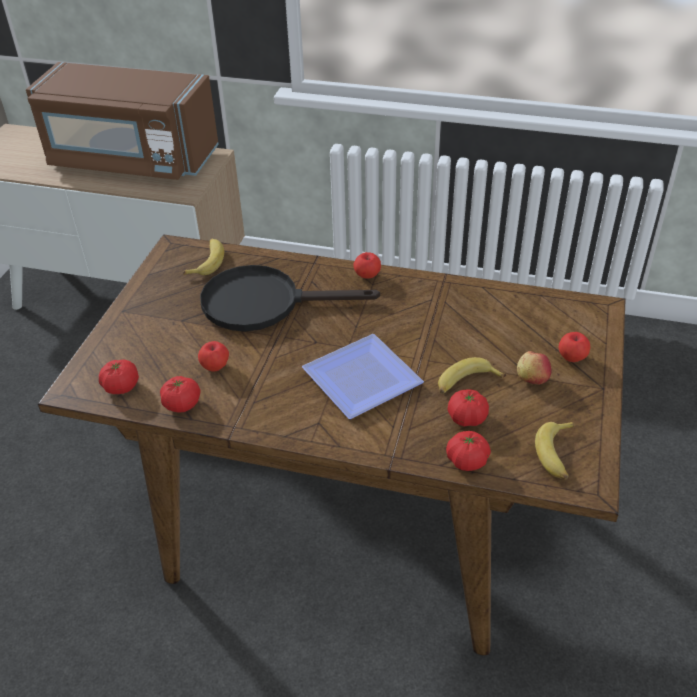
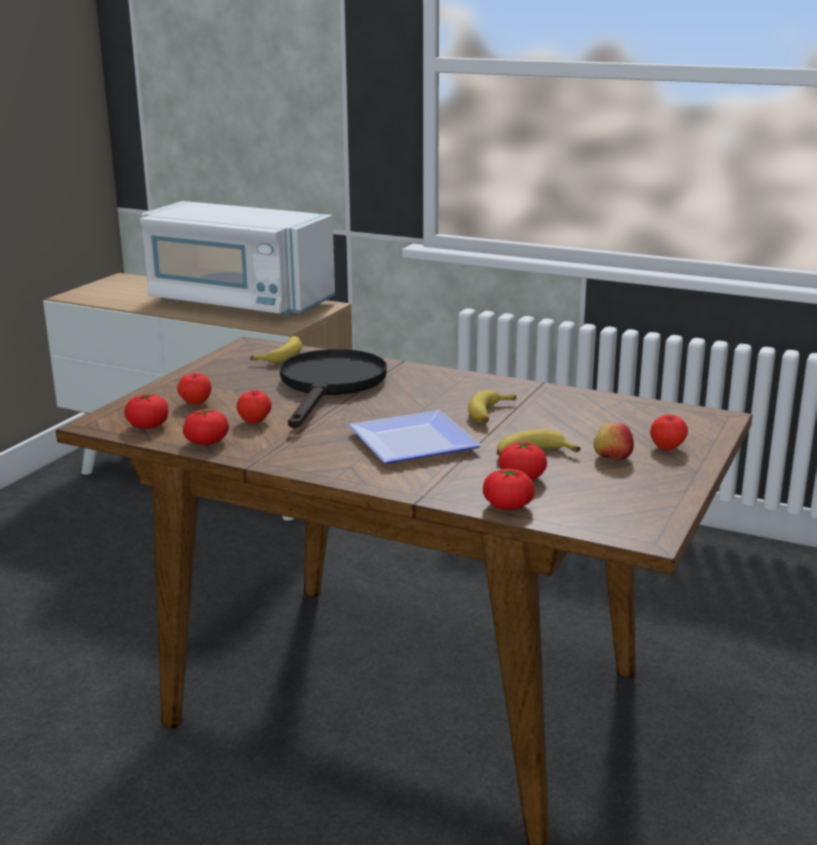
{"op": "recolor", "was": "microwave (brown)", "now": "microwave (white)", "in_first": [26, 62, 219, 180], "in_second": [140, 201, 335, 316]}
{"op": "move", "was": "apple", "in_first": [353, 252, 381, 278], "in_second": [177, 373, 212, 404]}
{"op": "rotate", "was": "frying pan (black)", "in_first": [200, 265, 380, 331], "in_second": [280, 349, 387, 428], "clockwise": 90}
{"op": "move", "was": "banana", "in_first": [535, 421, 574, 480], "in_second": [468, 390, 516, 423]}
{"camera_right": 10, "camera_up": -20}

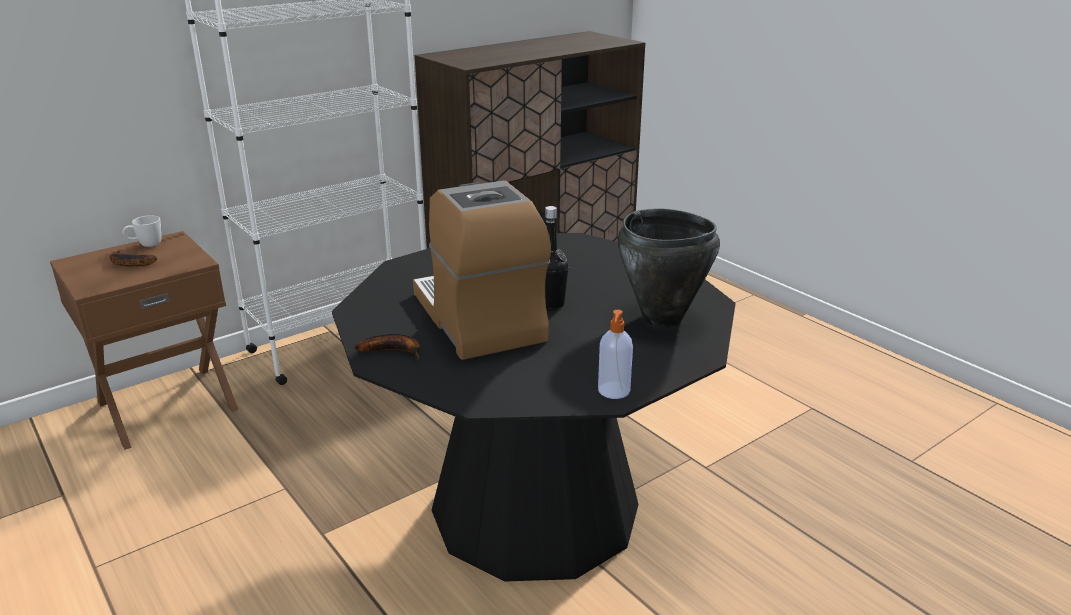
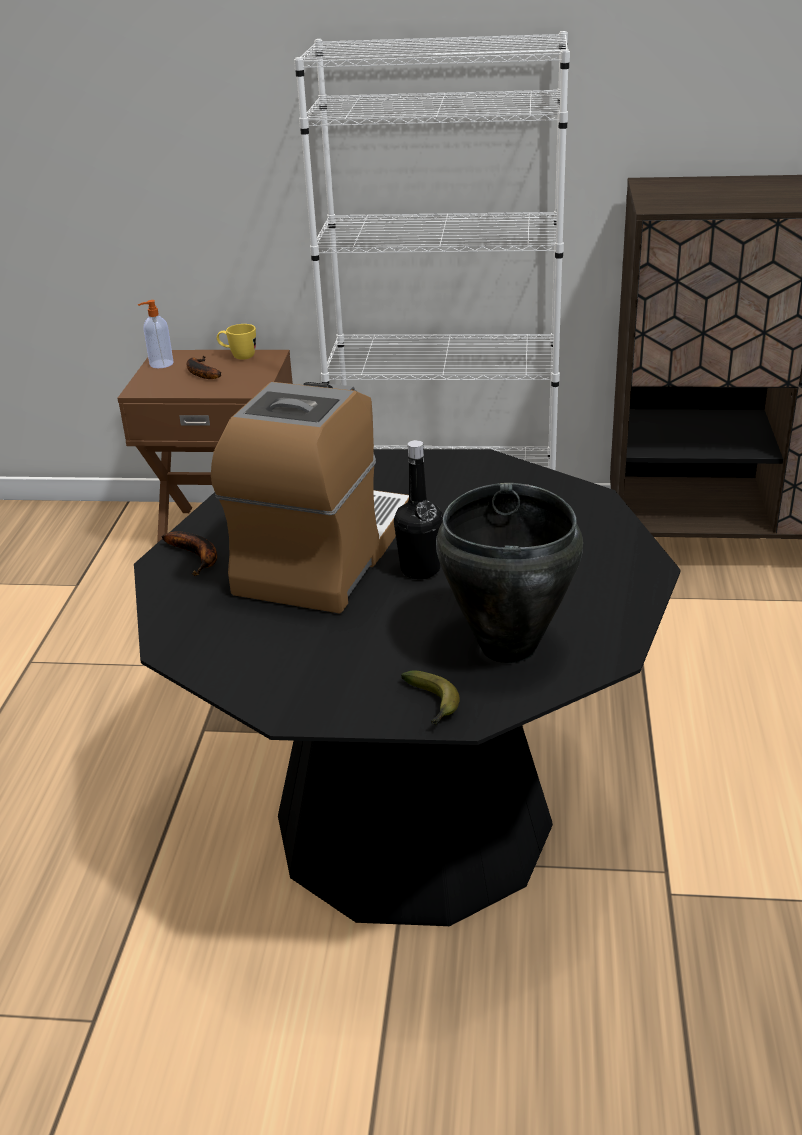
{"op": "move", "was": "soap dispenser", "in_first": [598, 310, 633, 399], "in_second": [138, 300, 173, 368]}
{"op": "recolor", "was": "mug (white)", "now": "mug (yellow)", "in_first": [123, 215, 162, 247], "in_second": [217, 324, 256, 360]}
{"op": "insert", "now": "banana", "in_second": [401, 670, 460, 726]}
{"camera_right": 45, "camera_up": 5}

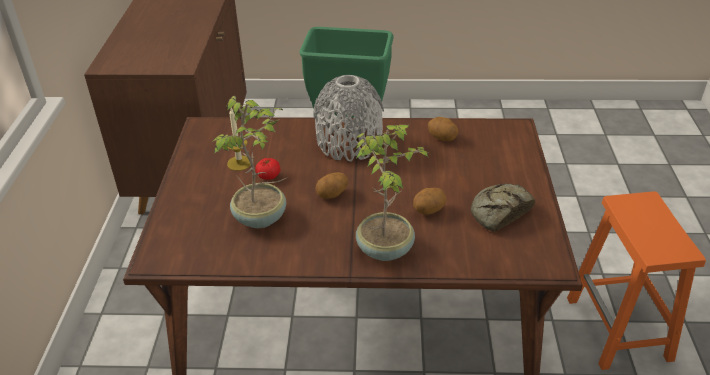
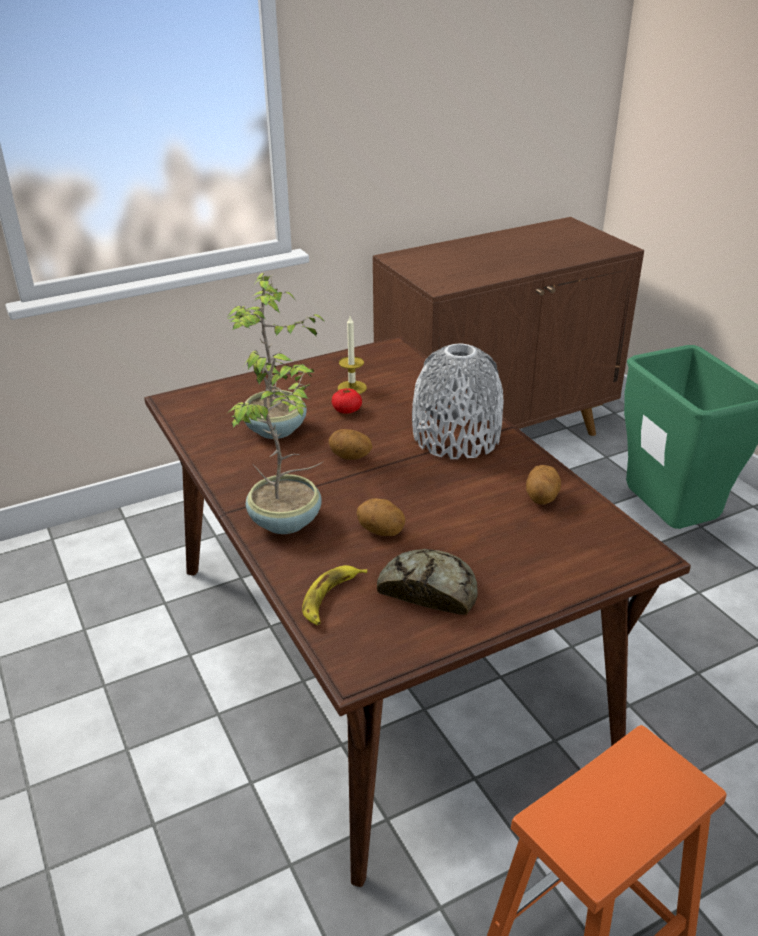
{"op": "insert", "now": "banana", "in_second": [302, 565, 367, 625]}
{"camera_right": 60, "camera_up": -5}

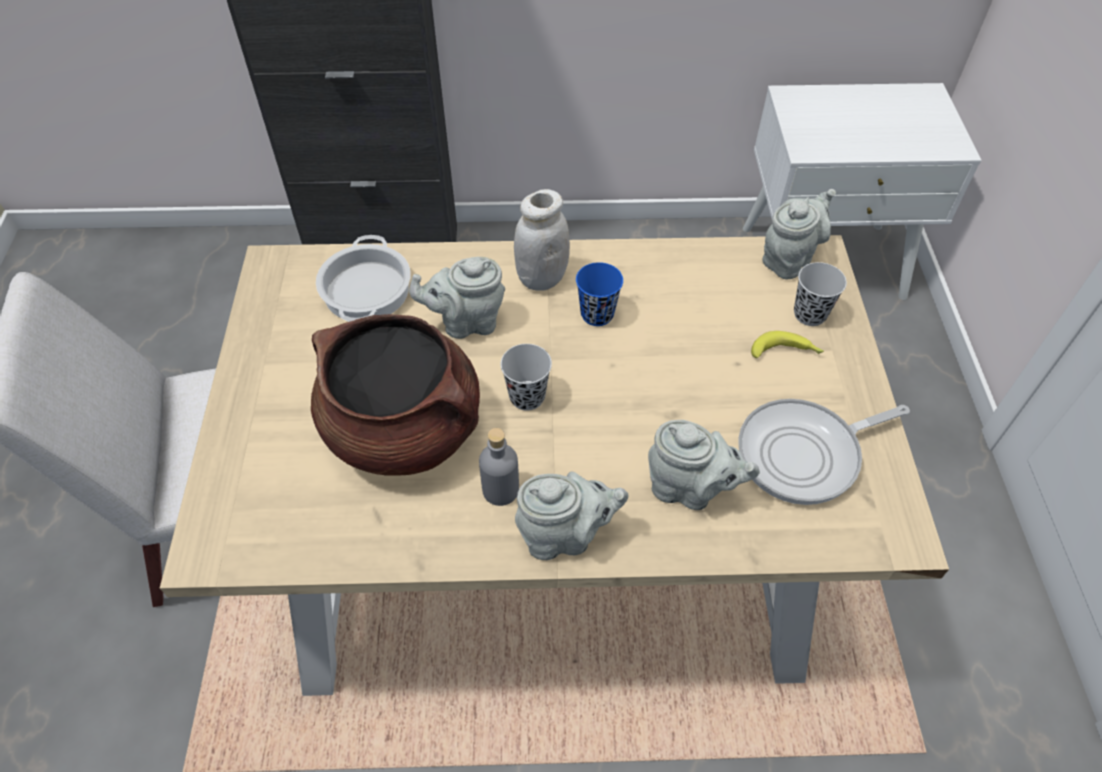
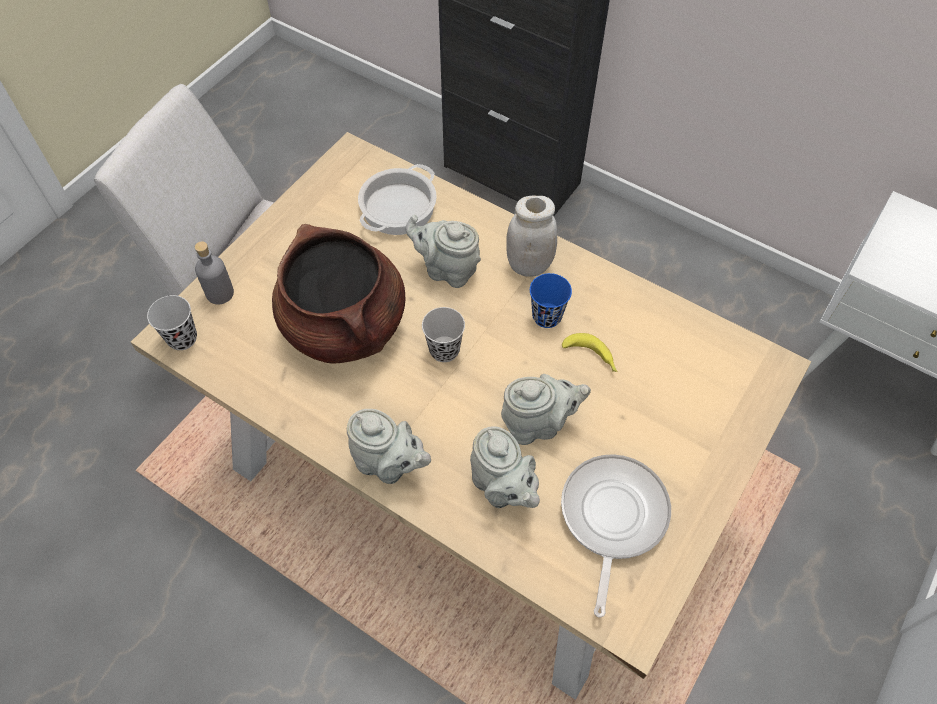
{"op": "move", "was": "cup (black)", "in_first": [794, 262, 847, 326], "in_second": [147, 295, 197, 350]}
{"op": "move", "was": "bottle (grey)", "in_first": [479, 428, 519, 506], "in_second": [195, 241, 234, 304]}
{"op": "move", "was": "teapot (grey)", "in_first": [762, 189, 836, 279], "in_second": [501, 374, 591, 445]}
{"op": "rotate", "was": "frying pan", "in_first": [739, 399, 910, 505], "in_second": [561, 454, 671, 617], "clockwise": 90}
{"op": "move", "was": "banana", "in_first": [751, 331, 824, 358], "in_second": [562, 333, 618, 372]}
{"camera_right": 35, "camera_up": 5}

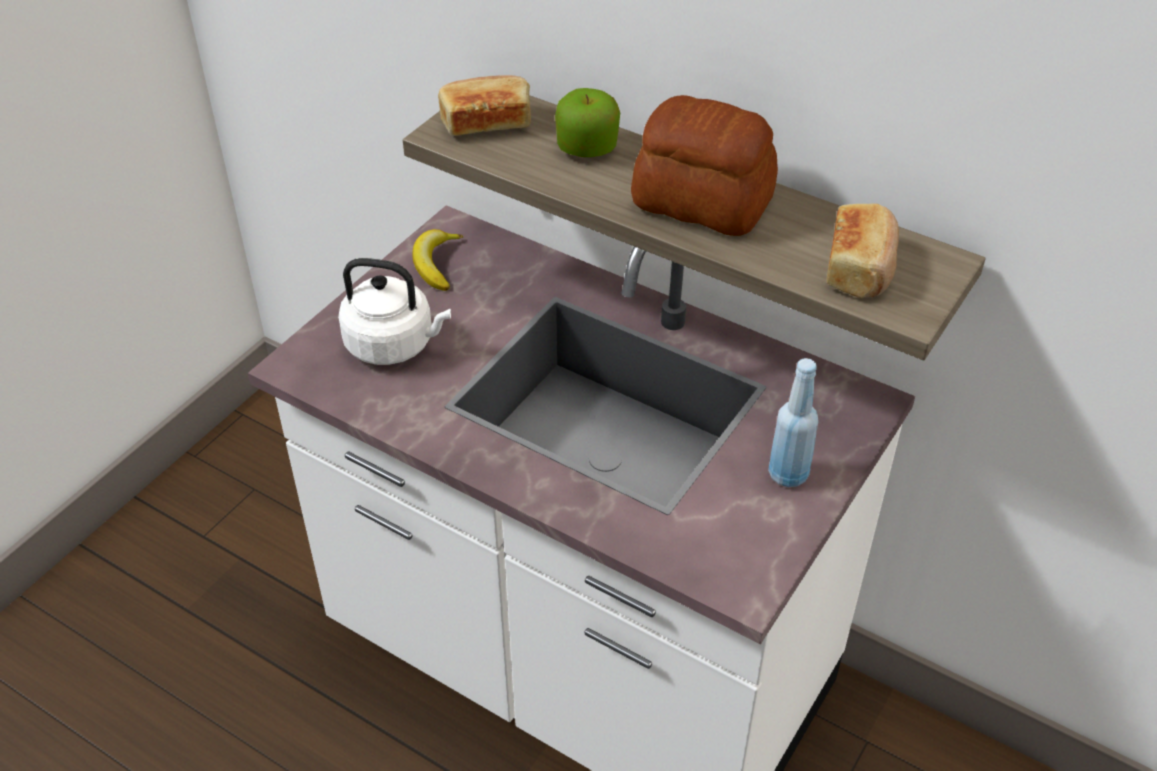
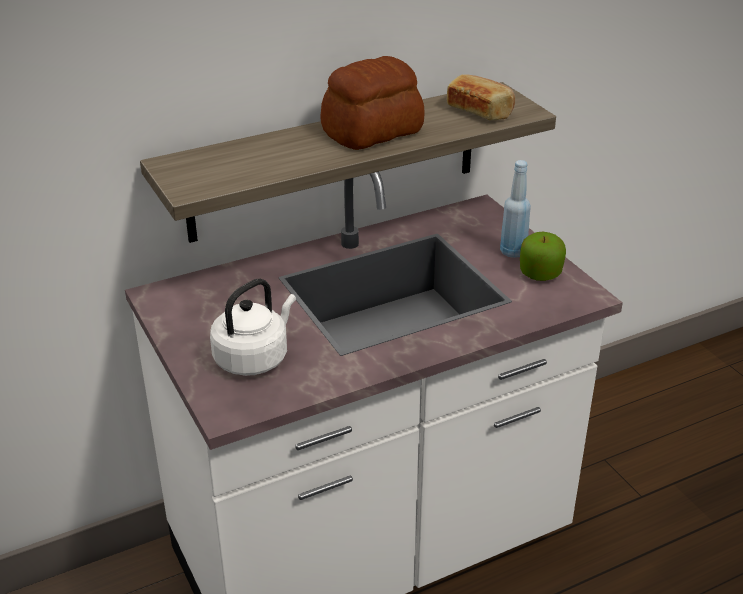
{"op": "move", "was": "apple", "in_first": [555, 88, 620, 157], "in_second": [520, 232, 566, 281]}
{"op": "delete", "was": "banana", "in_first": [412, 229, 464, 291]}
{"op": "delete", "was": "bread", "in_first": [438, 75, 531, 136]}
{"camera_right": -60, "camera_up": -10}

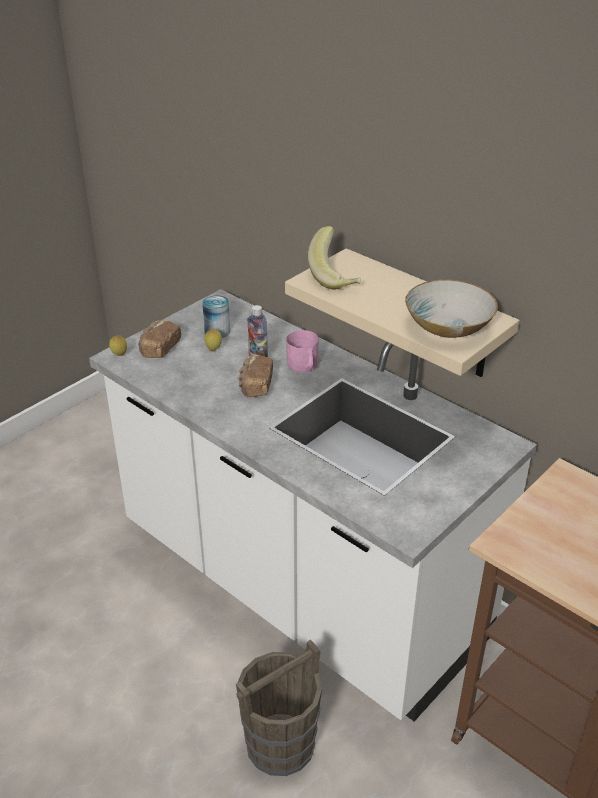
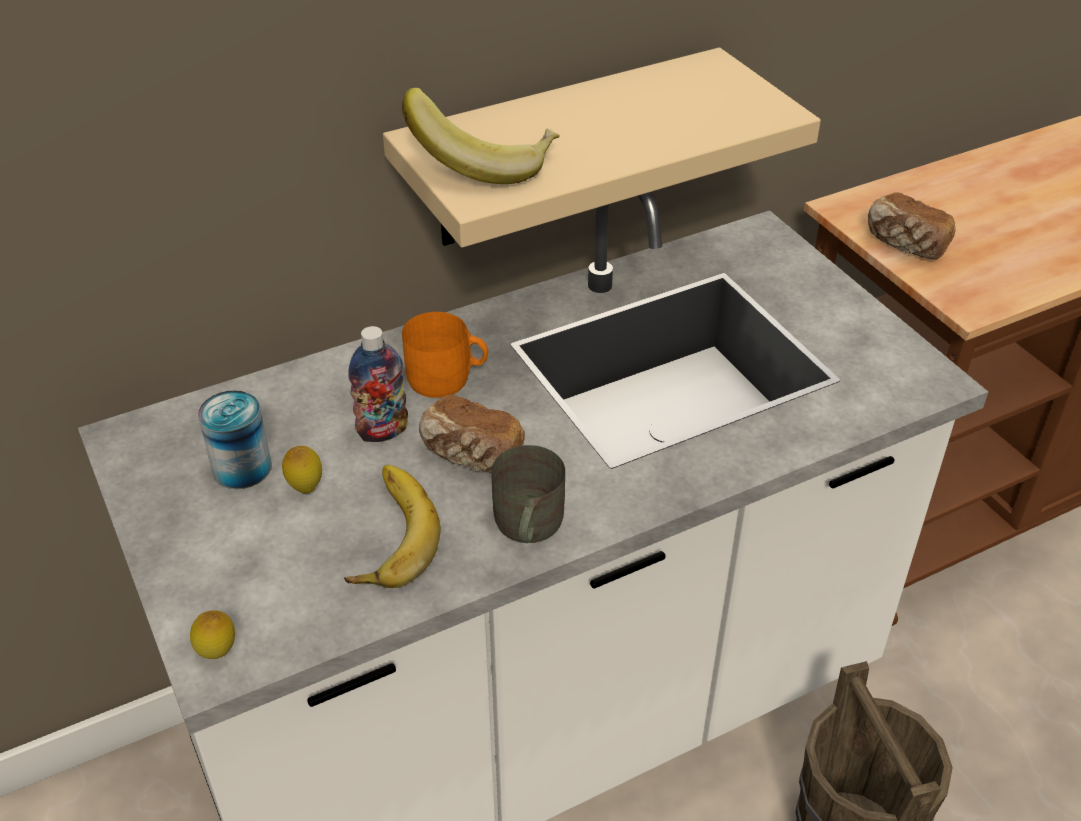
{"op": "insert", "now": "banana", "in_second": [344, 465, 441, 588]}
{"op": "recolor", "was": "mug (pink)", "now": "mug (orange)", "in_first": [286, 330, 319, 373], "in_second": [402, 312, 488, 398]}
{"op": "insert", "now": "mug (grey)", "in_second": [491, 445, 565, 543]}
{"op": "move", "was": "bread", "in_first": [138, 320, 181, 358], "in_second": [868, 192, 956, 259]}
{"op": "delete", "was": "bowl", "in_first": [405, 280, 498, 338]}
{"camera_right": -70, "camera_up": 5}

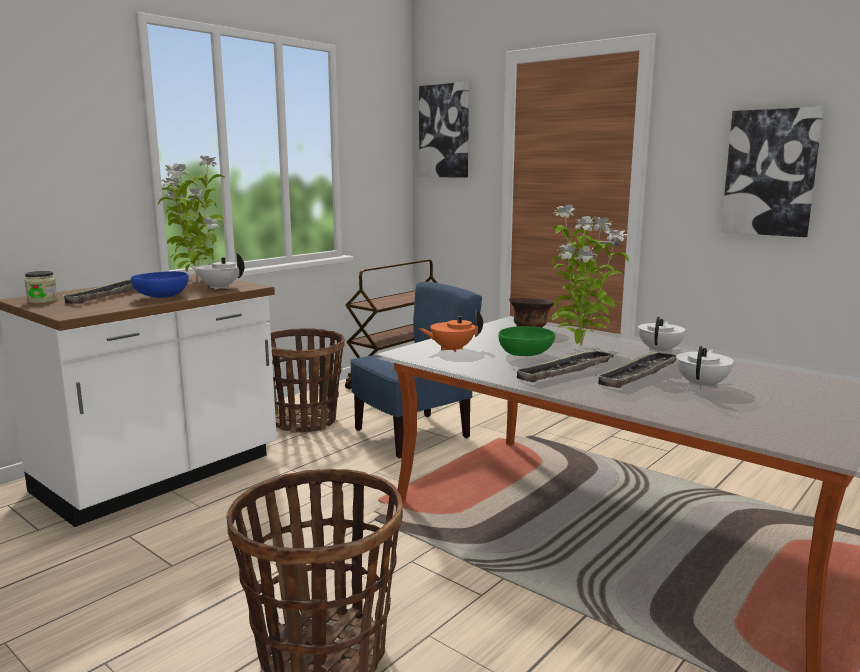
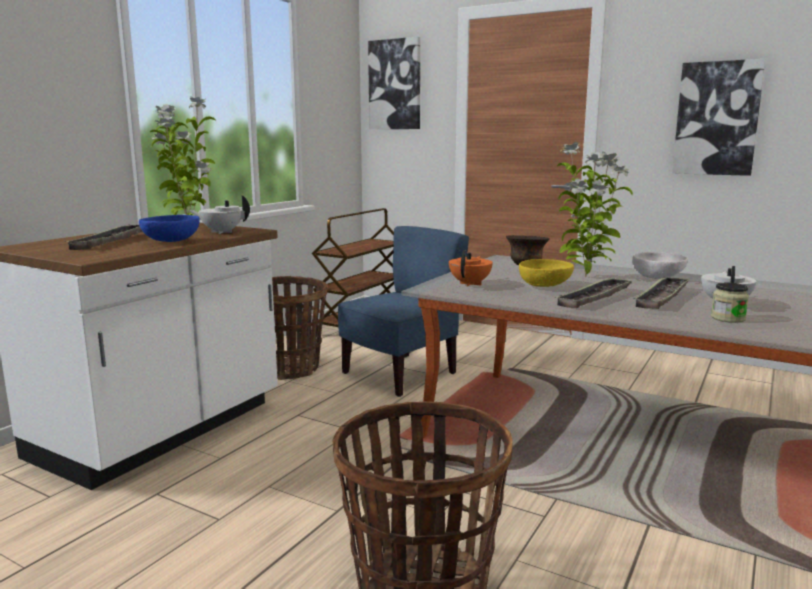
{"op": "rotate", "was": "teapot (orange)", "in_first": [418, 310, 483, 352], "in_second": [449, 250, 493, 287], "clockwise": 135}
{"op": "recolor", "was": "bowl (green)", "now": "bowl (yellow)", "in_first": [498, 326, 555, 356], "in_second": [519, 259, 574, 287]}
{"op": "replace", "was": "teapot (white)", "now": "bowl (white)", "in_first": [638, 317, 686, 353], "in_second": [632, 252, 688, 279]}
{"op": "move", "was": "jar", "in_first": [25, 271, 58, 303], "in_second": [711, 283, 749, 323]}
{"camera_right": -10, "camera_up": 0}

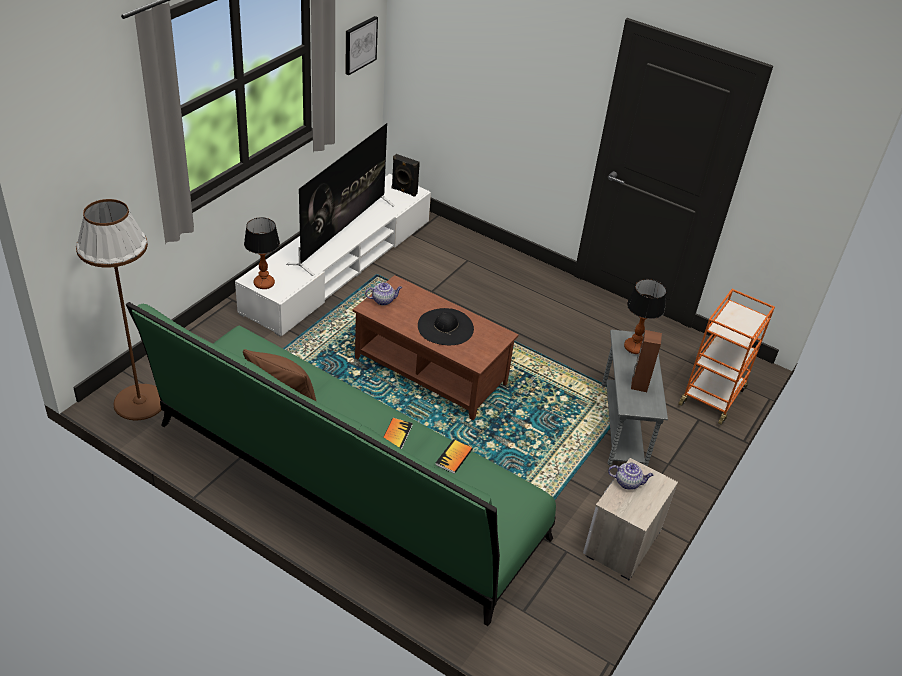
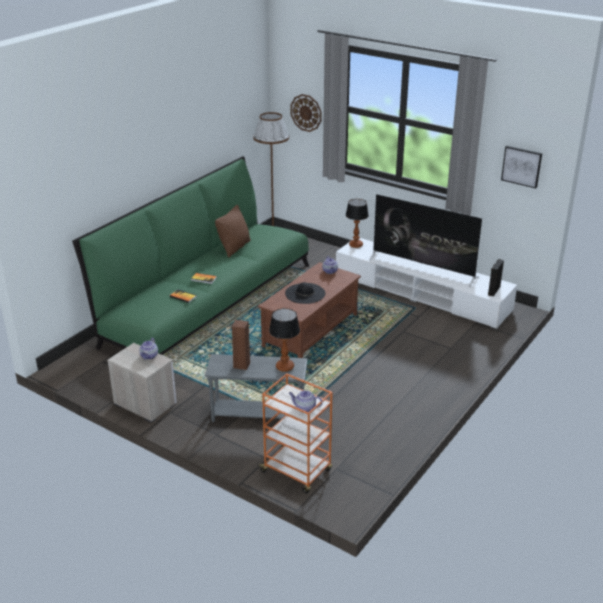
{"op": "insert", "now": "teapot", "in_second": [289, 390, 323, 412]}
{"op": "insert", "now": "wall clock", "in_second": [290, 94, 322, 132]}
{"camera_right": 95, "camera_up": -10}

